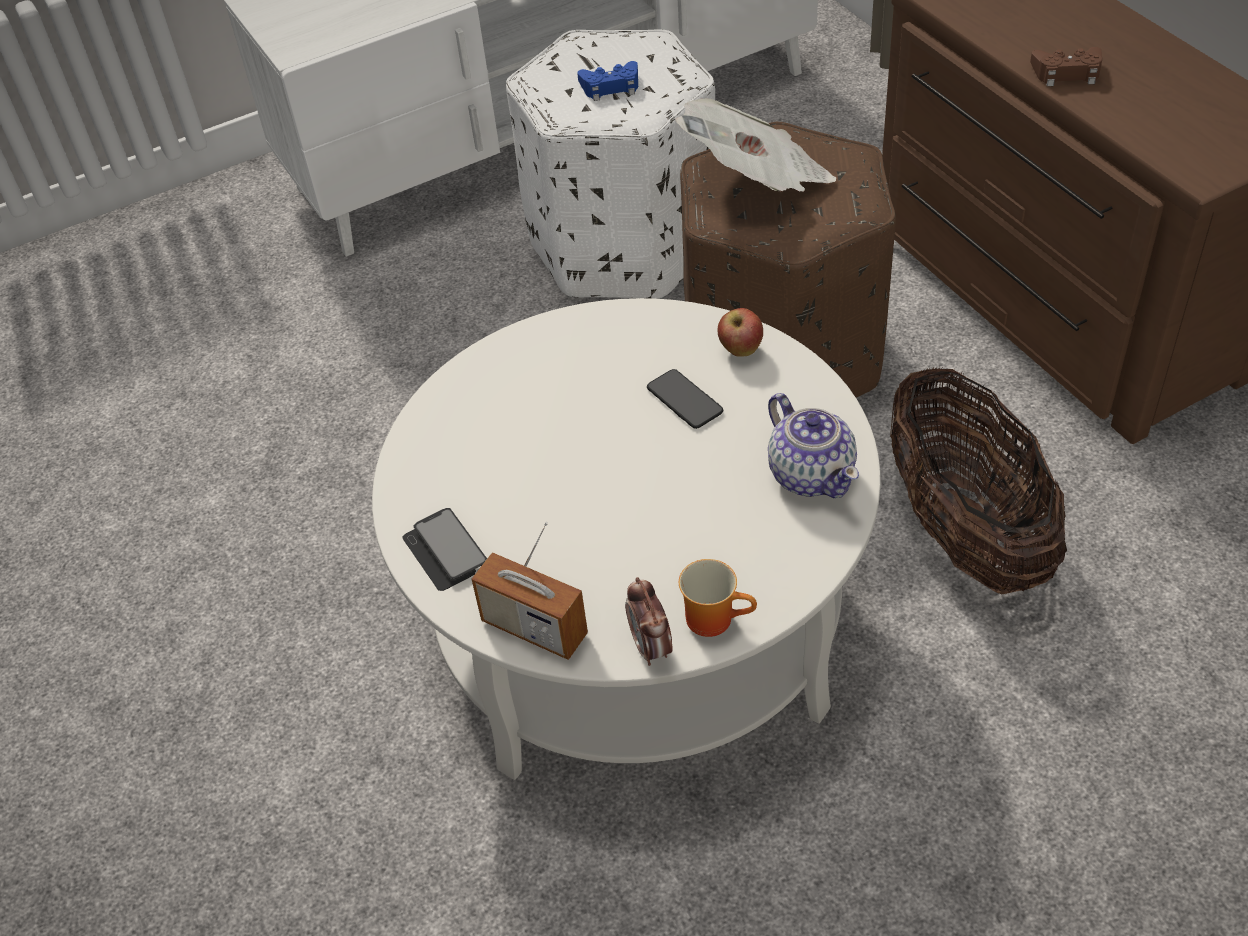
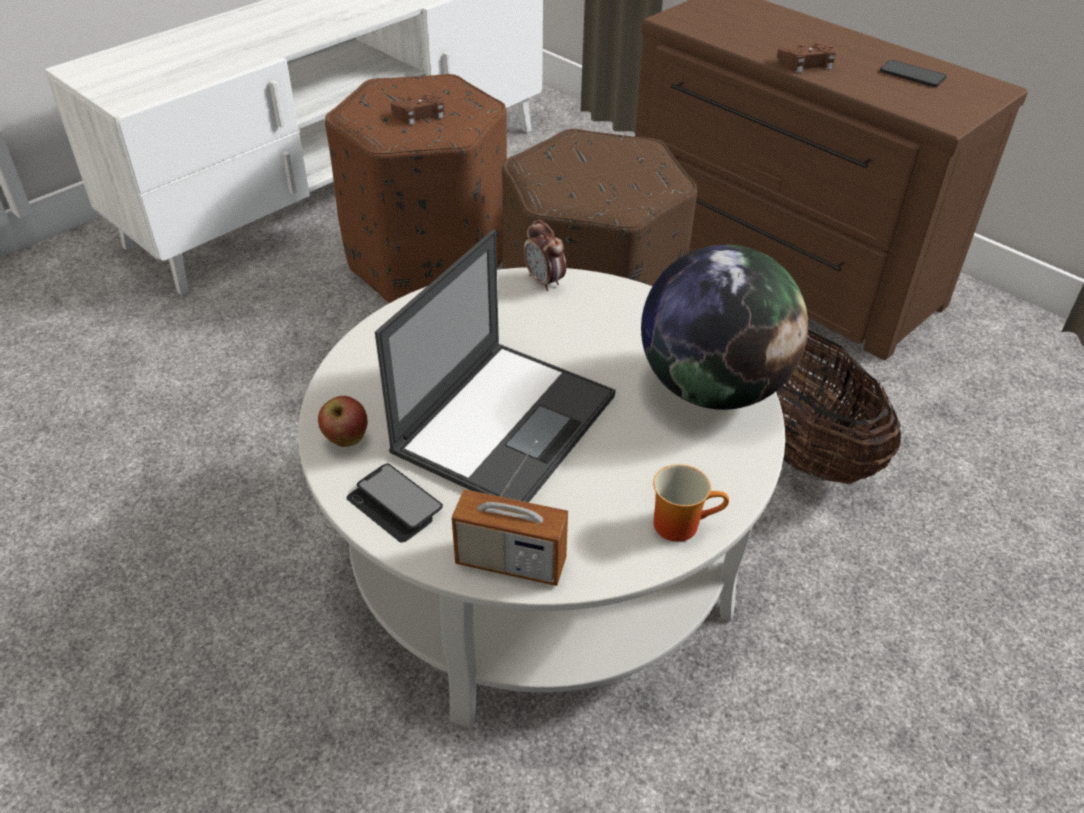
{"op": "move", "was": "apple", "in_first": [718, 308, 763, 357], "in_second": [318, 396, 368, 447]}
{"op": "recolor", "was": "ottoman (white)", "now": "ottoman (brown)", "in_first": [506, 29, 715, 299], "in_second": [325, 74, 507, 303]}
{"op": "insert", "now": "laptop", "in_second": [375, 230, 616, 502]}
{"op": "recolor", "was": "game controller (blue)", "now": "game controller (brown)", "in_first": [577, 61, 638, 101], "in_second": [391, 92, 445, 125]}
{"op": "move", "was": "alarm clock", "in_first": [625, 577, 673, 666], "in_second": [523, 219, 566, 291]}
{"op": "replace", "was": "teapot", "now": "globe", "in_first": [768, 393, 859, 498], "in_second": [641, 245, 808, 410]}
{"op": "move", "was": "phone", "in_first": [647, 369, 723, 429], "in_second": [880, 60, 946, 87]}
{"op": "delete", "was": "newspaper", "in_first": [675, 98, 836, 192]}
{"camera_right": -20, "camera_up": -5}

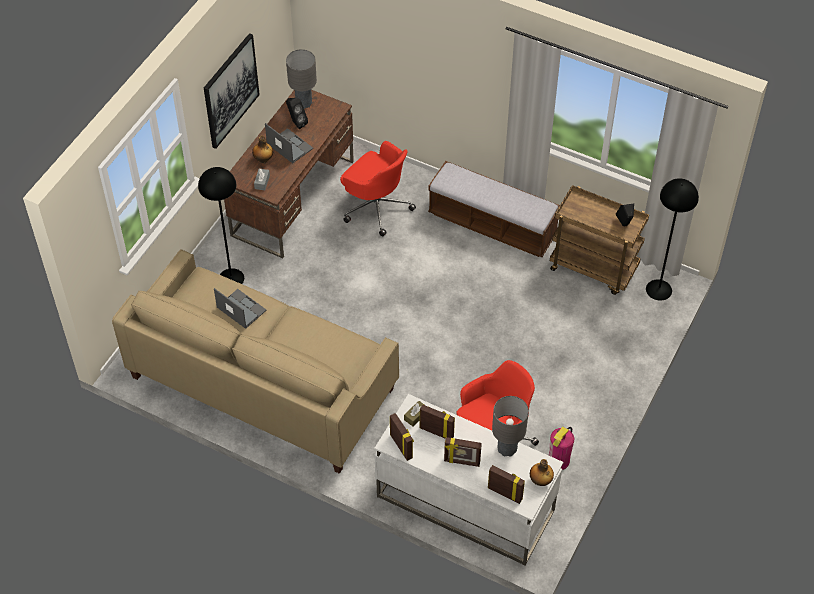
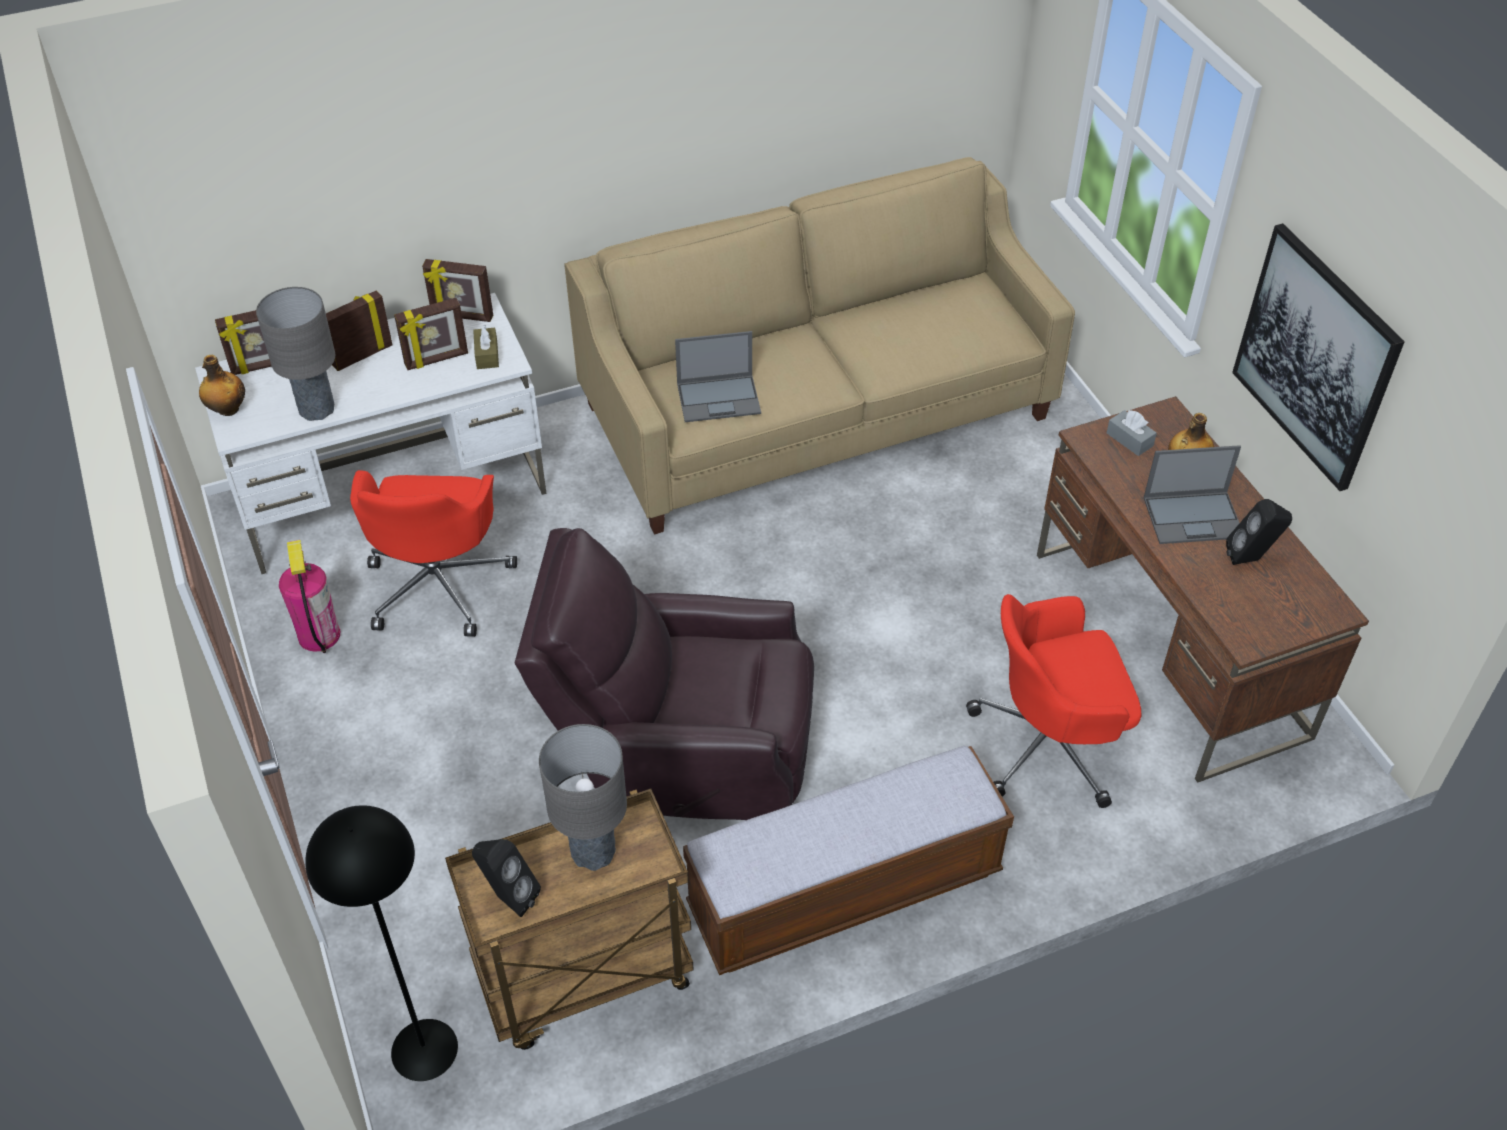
{"op": "insert", "now": "armchair (brown)", "in_second": [515, 528, 814, 820]}
{"op": "move", "was": "table lamp (grey)", "in_first": [286, 49, 317, 109], "in_second": [539, 724, 627, 871]}
{"op": "move", "was": "laptop", "in_first": [214, 288, 267, 329], "in_second": [675, 331, 761, 422]}
{"op": "delete", "was": "floor lamp (black)", "in_first": [198, 167, 244, 284]}
{"camera_right": 130, "camera_up": -5}

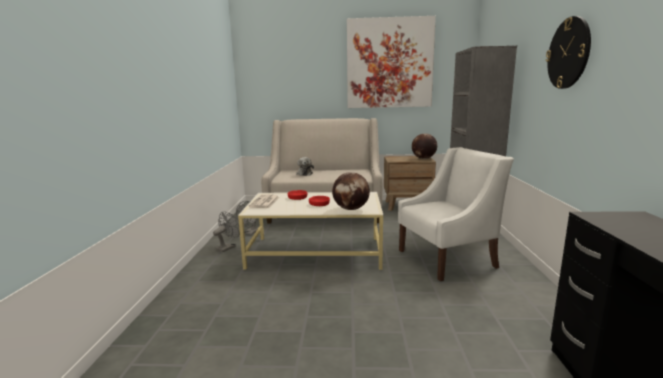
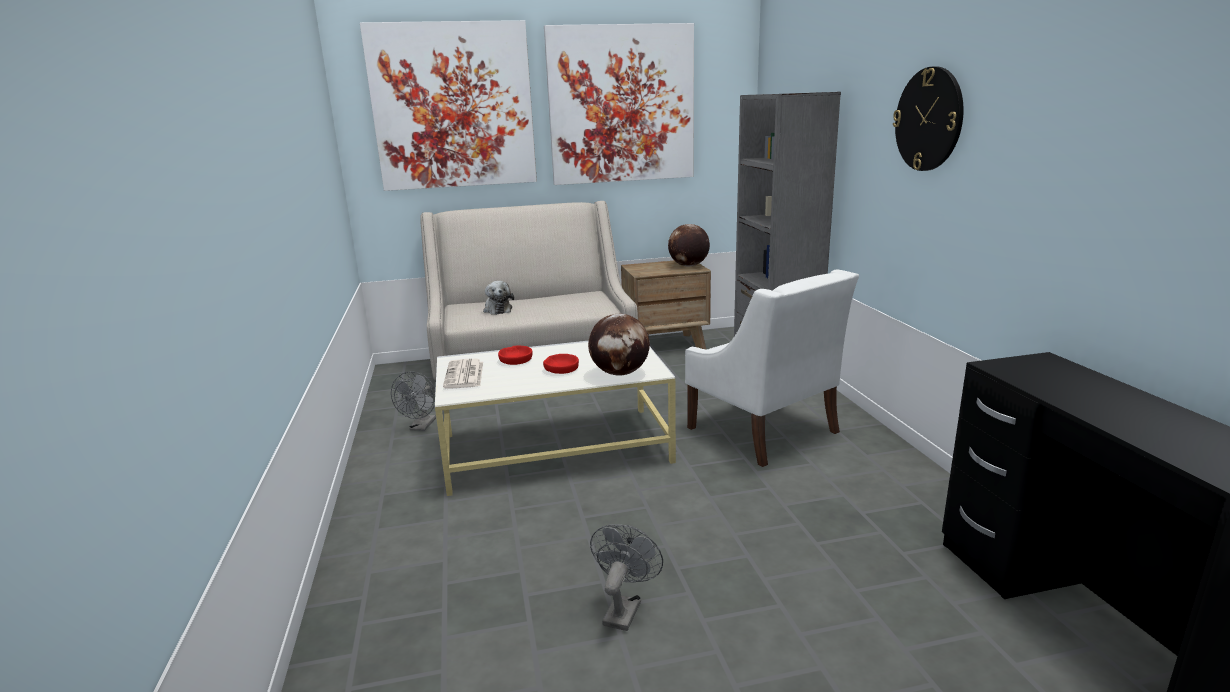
{"op": "insert", "now": "picture", "in_second": [360, 20, 537, 191]}
{"op": "move", "was": "fan (grey)", "in_first": [213, 211, 240, 252], "in_second": [590, 524, 663, 631]}
{"op": "rotate", "was": "armchair (white)", "in_first": [398, 147, 514, 281], "in_second": [685, 270, 859, 467], "clockwise": 90}
{"camera_right": -15, "camera_up": 5}

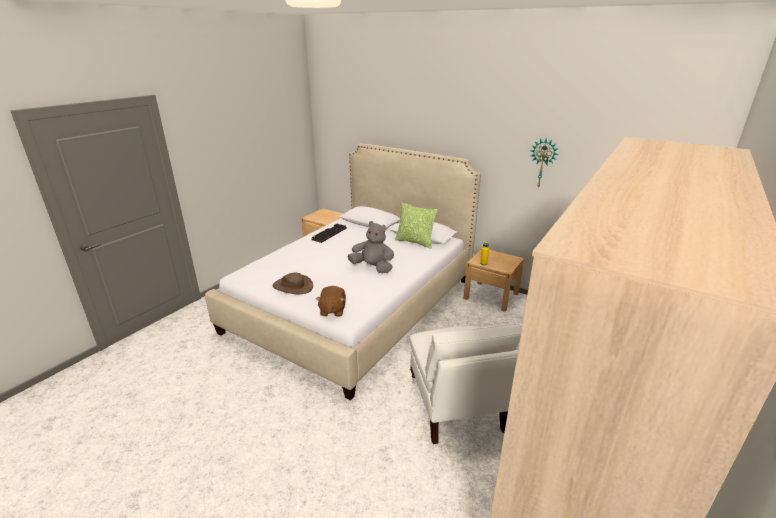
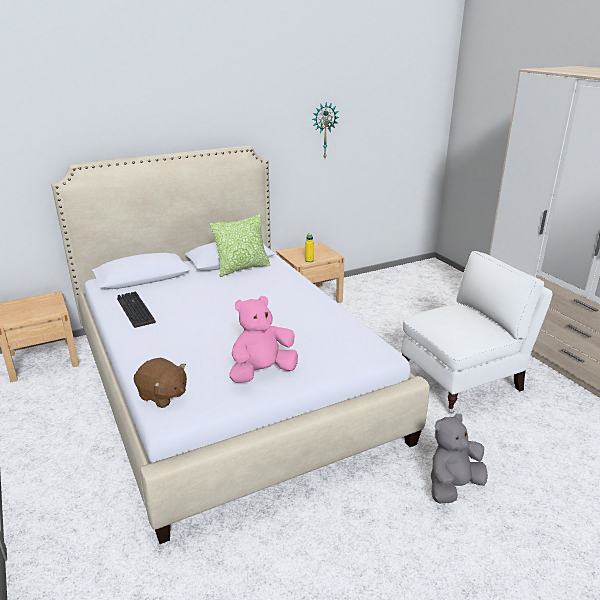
{"op": "move", "was": "plush toy (brown)", "in_first": [316, 286, 346, 317], "in_second": [134, 358, 187, 408]}
{"op": "replace", "was": "hat (brown)", "now": "plush toy (pink)", "in_first": [273, 273, 313, 294], "in_second": [229, 296, 298, 383]}
{"op": "rotate", "was": "armchair (white)", "in_first": [410, 324, 521, 444], "in_second": [401, 251, 553, 413], "clockwise": -45}
{"op": "move", "was": "plush toy (grey)", "in_first": [347, 221, 394, 274], "in_second": [431, 413, 488, 503]}
{"camera_right": -60, "camera_up": 0}

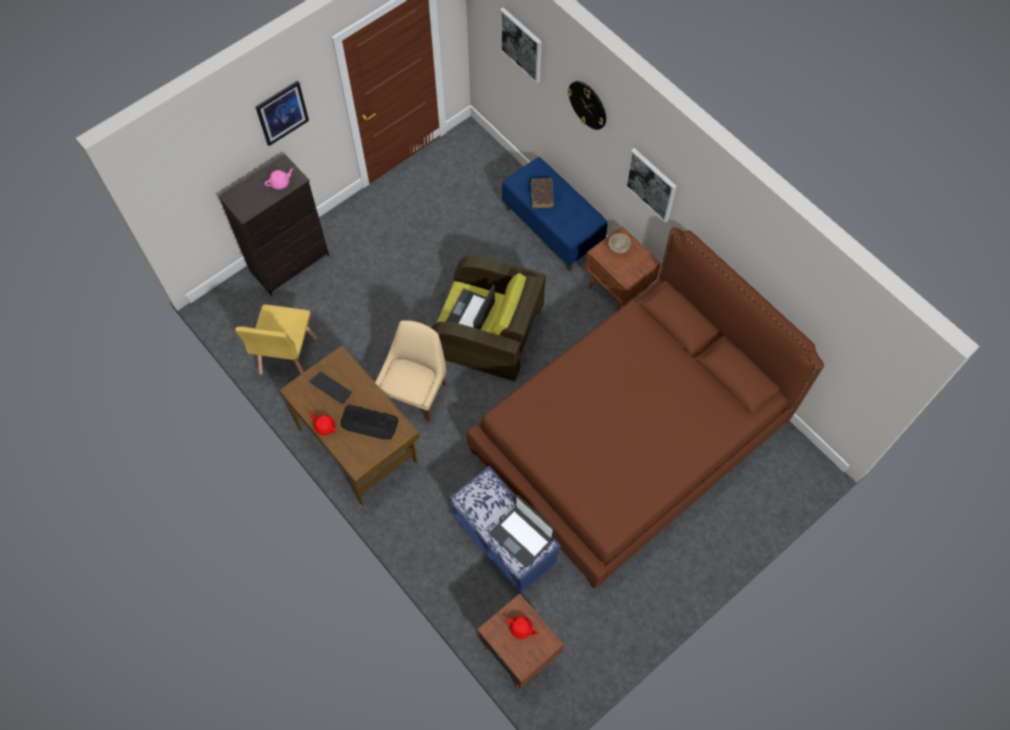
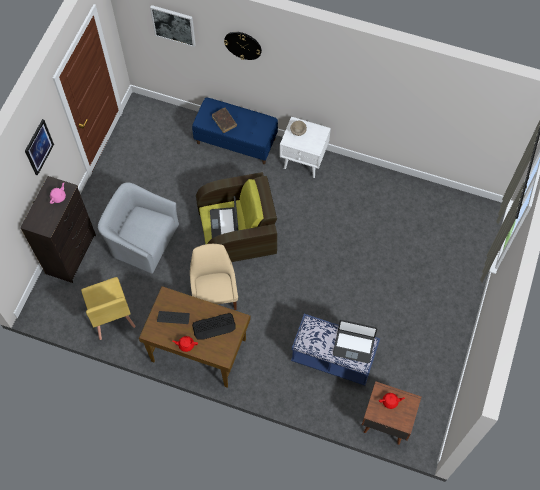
{"op": "insert", "now": "armchair (grey)", "in_second": [98, 182, 179, 274]}
{"op": "recolor", "was": "nightstand (brown)", "now": "nightstand (white)", "in_first": [585, 226, 661, 311], "in_second": [280, 117, 331, 178]}
{"op": "delete", "was": "bed (brown)", "in_first": [467, 227, 824, 588]}
{"op": "delete", "was": "picture", "in_first": [625, 148, 677, 222]}
{"camera_right": -30, "camera_up": 0}

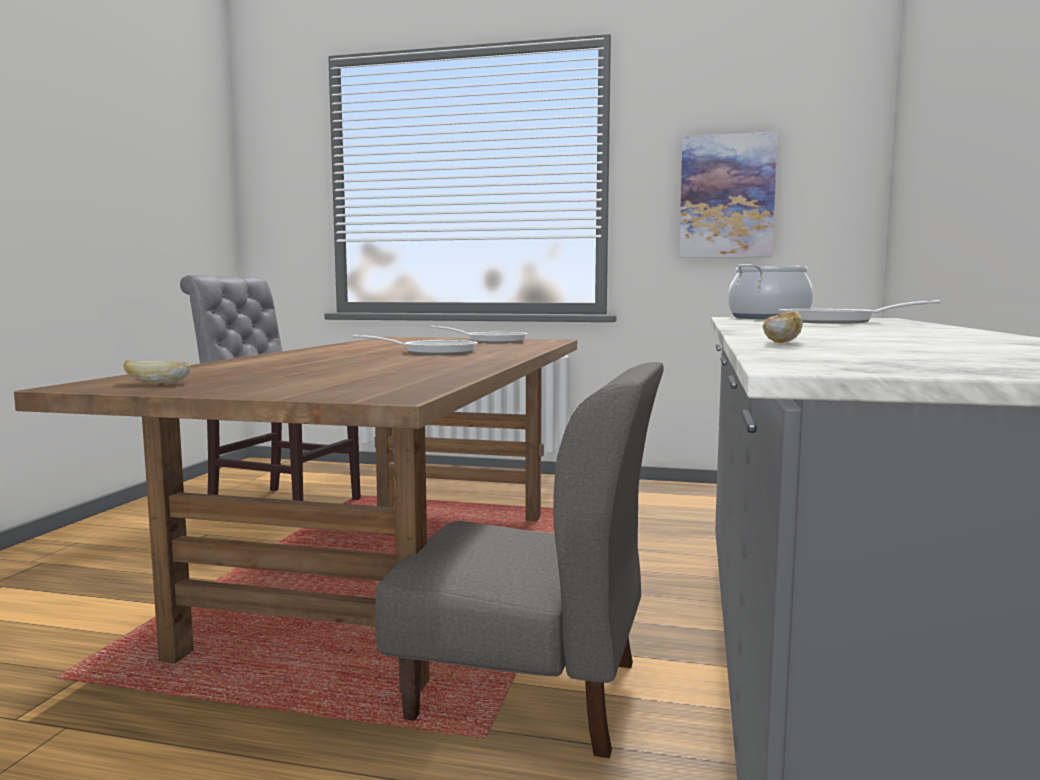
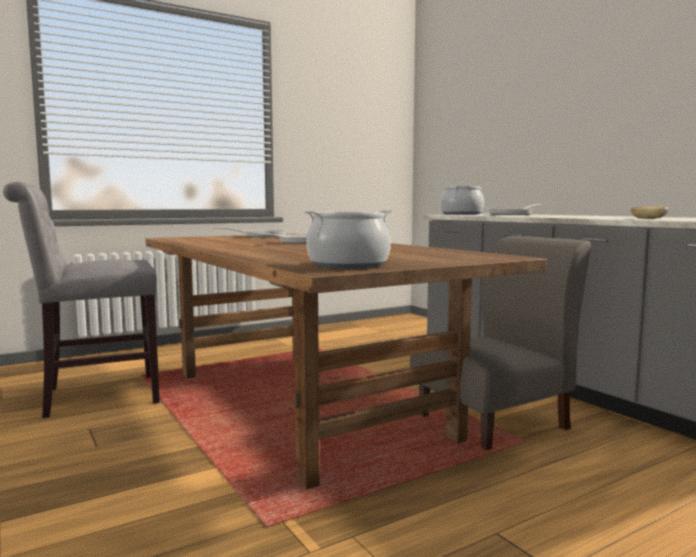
{"op": "replace", "was": "bread", "now": "cooking pot", "in_first": [123, 360, 191, 383], "in_second": [304, 210, 391, 269]}
{"op": "delete", "was": "picture", "in_first": [679, 132, 778, 258]}
{"camera_right": -45, "camera_up": 0}

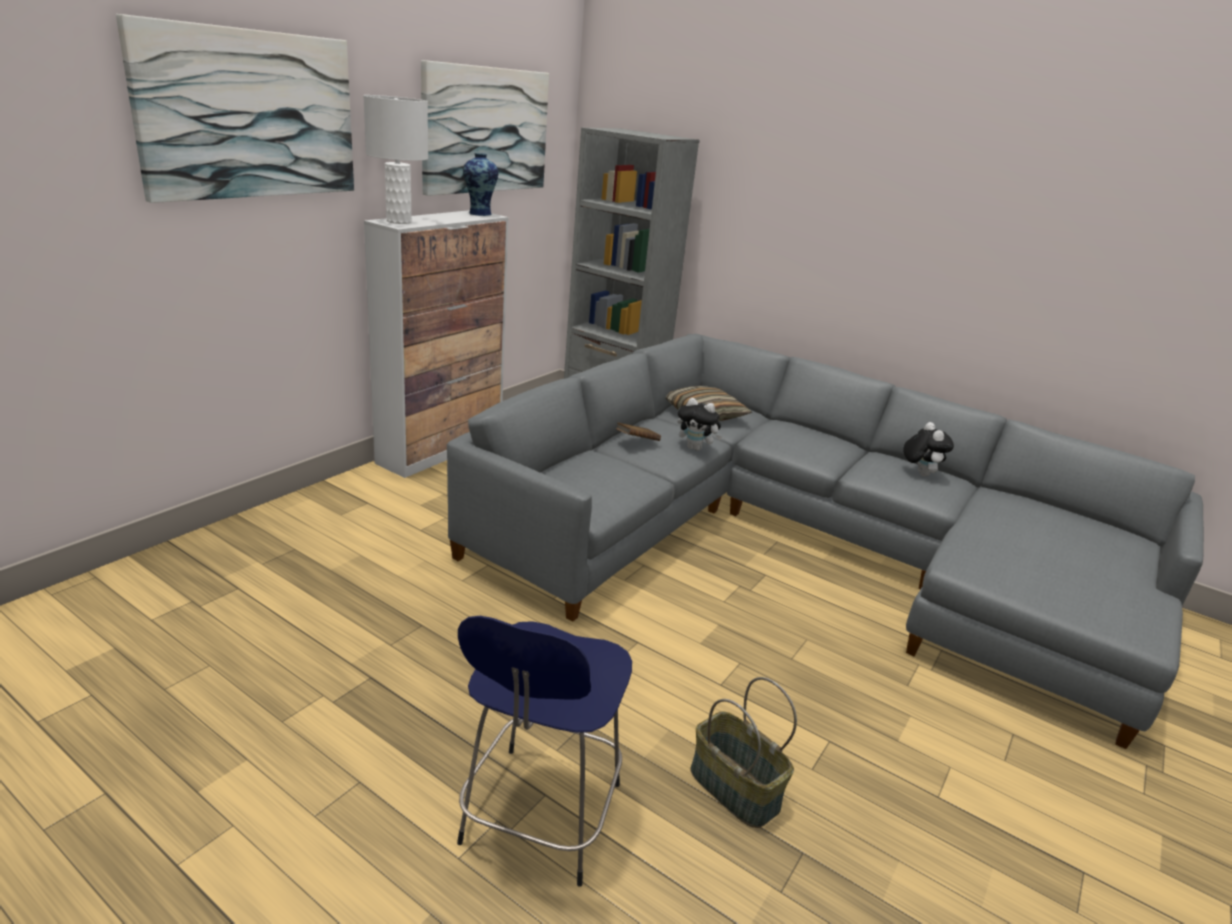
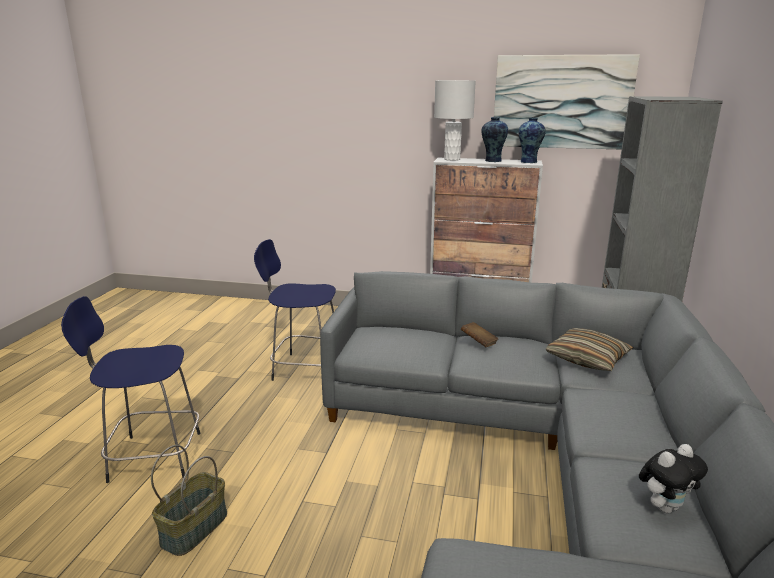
{"op": "insert", "now": "stool (blue)", "in_second": [254, 239, 336, 381]}
{"op": "insert", "now": "vase", "in_second": [481, 117, 508, 162]}
{"op": "delete", "was": "picture", "in_first": [116, 14, 354, 203]}
{"op": "delete", "was": "plush toy", "in_first": [678, 398, 723, 451]}
{"camera_right": 70, "camera_up": -5}

